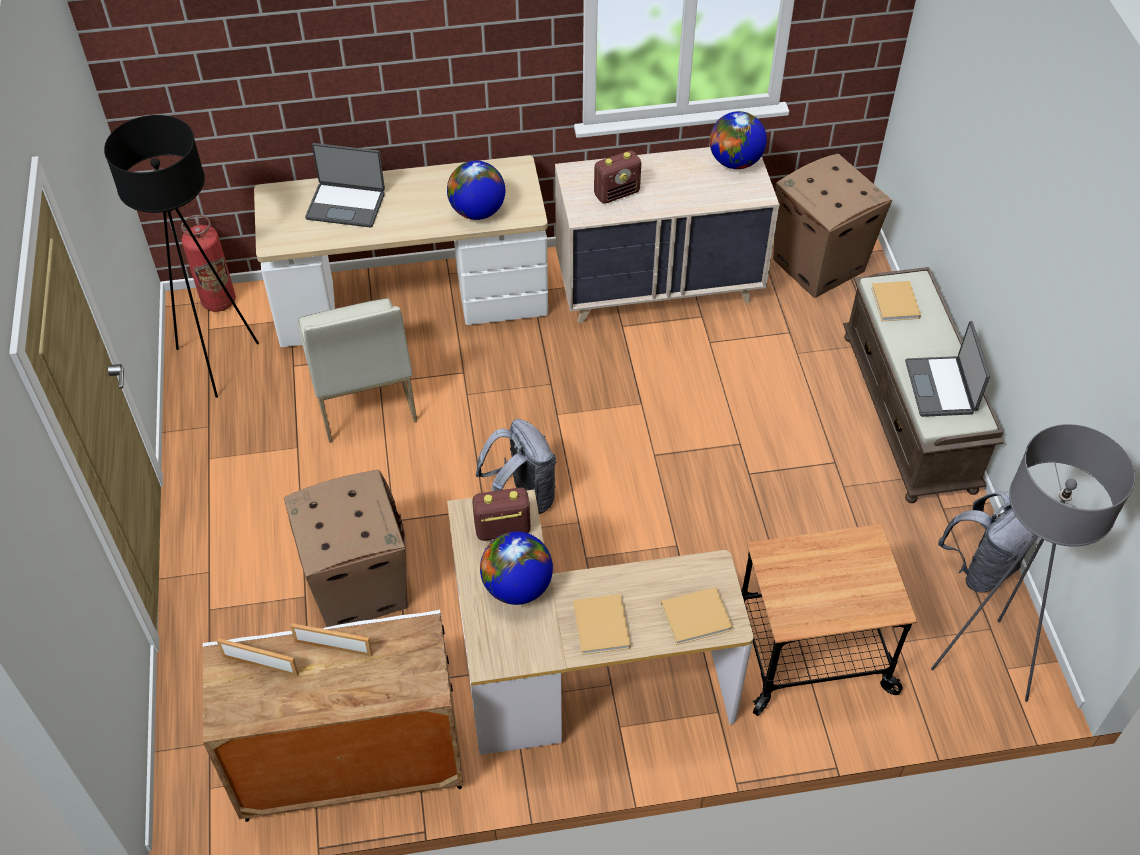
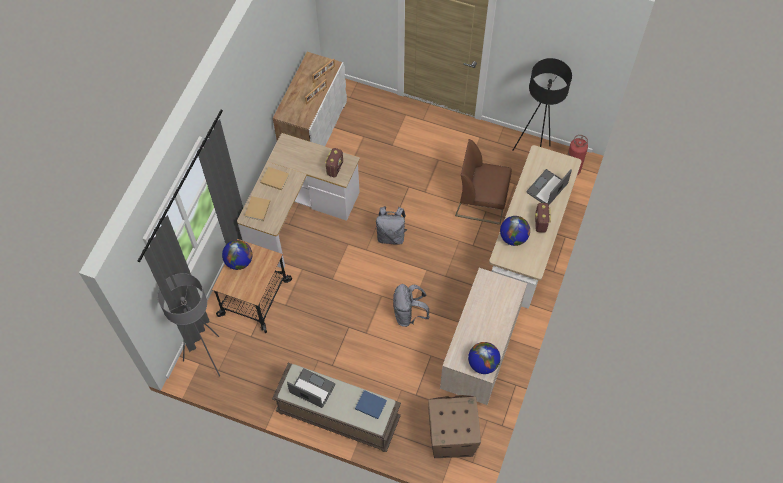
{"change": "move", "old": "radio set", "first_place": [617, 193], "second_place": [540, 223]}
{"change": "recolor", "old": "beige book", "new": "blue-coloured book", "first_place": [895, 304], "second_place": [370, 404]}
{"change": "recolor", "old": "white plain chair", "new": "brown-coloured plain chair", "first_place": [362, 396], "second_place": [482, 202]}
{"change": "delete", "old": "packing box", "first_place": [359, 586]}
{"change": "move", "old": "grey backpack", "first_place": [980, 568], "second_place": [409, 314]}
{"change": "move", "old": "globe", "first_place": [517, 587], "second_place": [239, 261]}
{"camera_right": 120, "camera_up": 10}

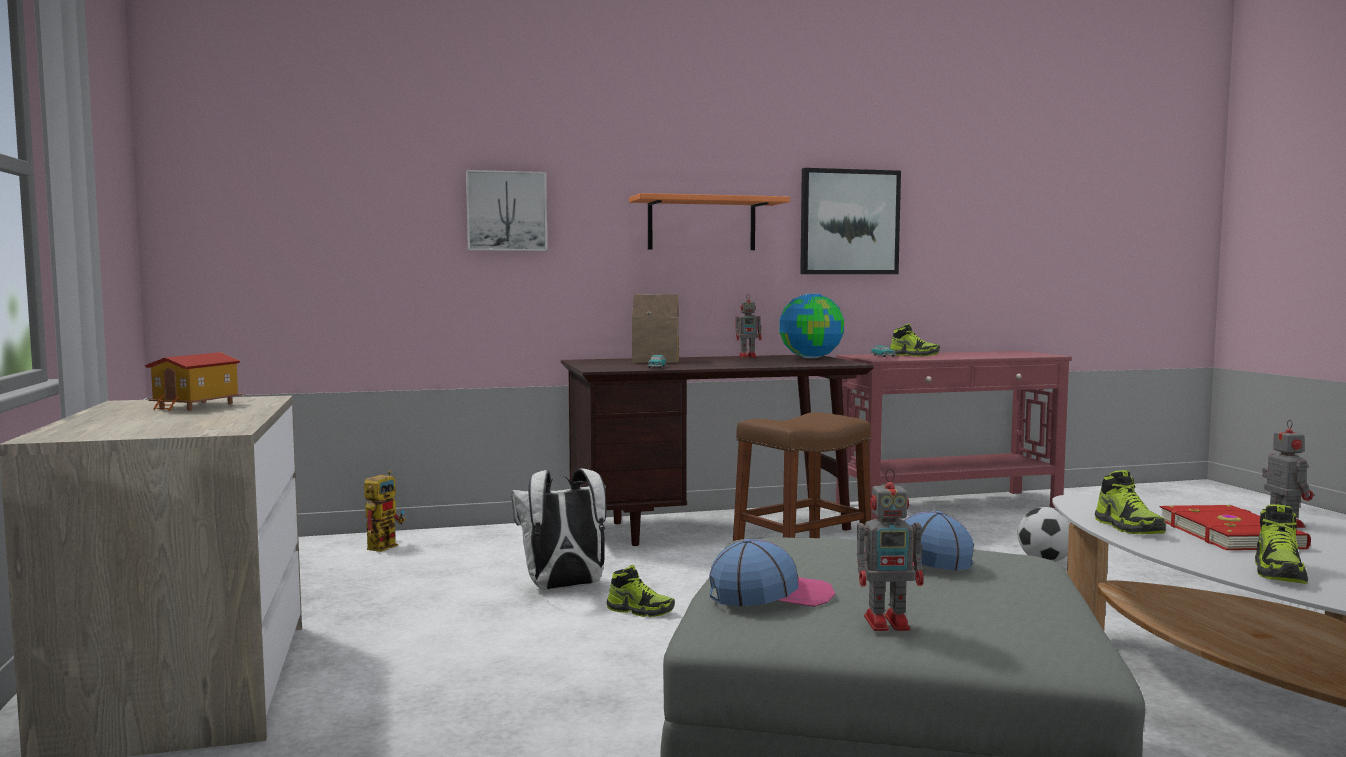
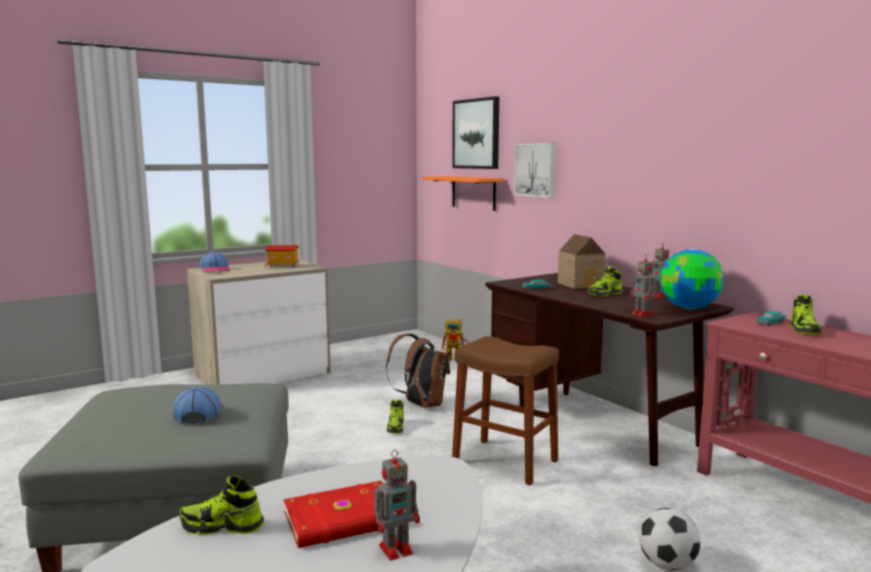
{"change": "move", "old": "wall art", "first_place": [849, 222], "second_place": [476, 134]}
{"change": "move", "old": "orange-coloured wall shelf", "first_place": [701, 224], "second_place": [473, 192]}
{"change": "recolor", "old": "white backpack", "new": "brown-coloured backpack", "first_place": [563, 588], "second_place": [421, 404]}
{"change": "move", "old": "model robot", "first_place": [889, 623], "second_place": [643, 314]}
{"change": "move", "old": "low shoe", "first_place": [1128, 527], "second_place": [604, 294]}
{"change": "move", "old": "peaked cap", "first_place": [770, 594], "second_place": [215, 270]}
{"camera_right": 70, "camera_up": 5}

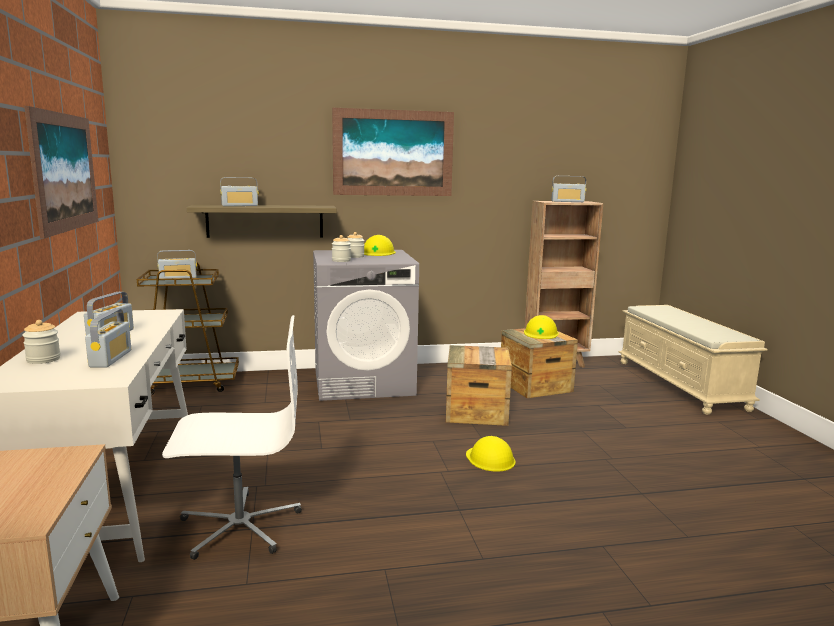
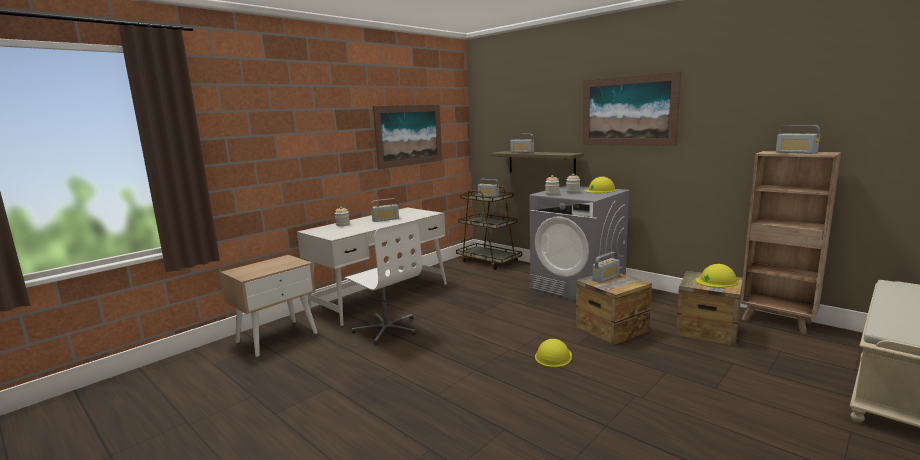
{"change": "move", "old": "radio set", "first_place": [111, 358], "second_place": [605, 278]}
{"camera_right": 55, "camera_up": 0}

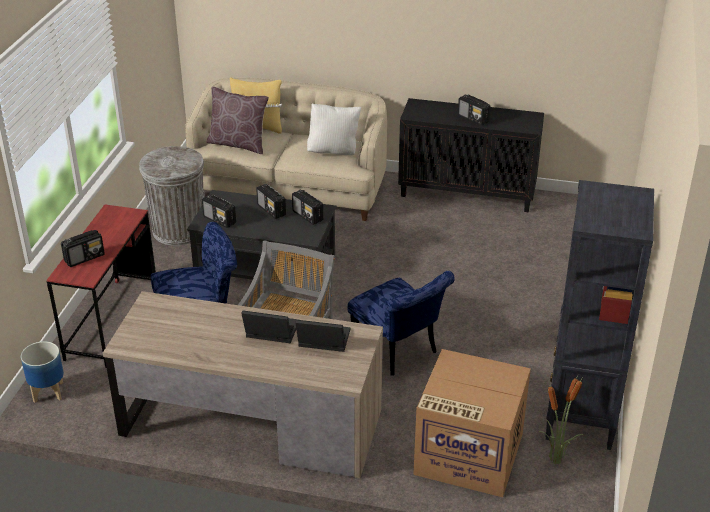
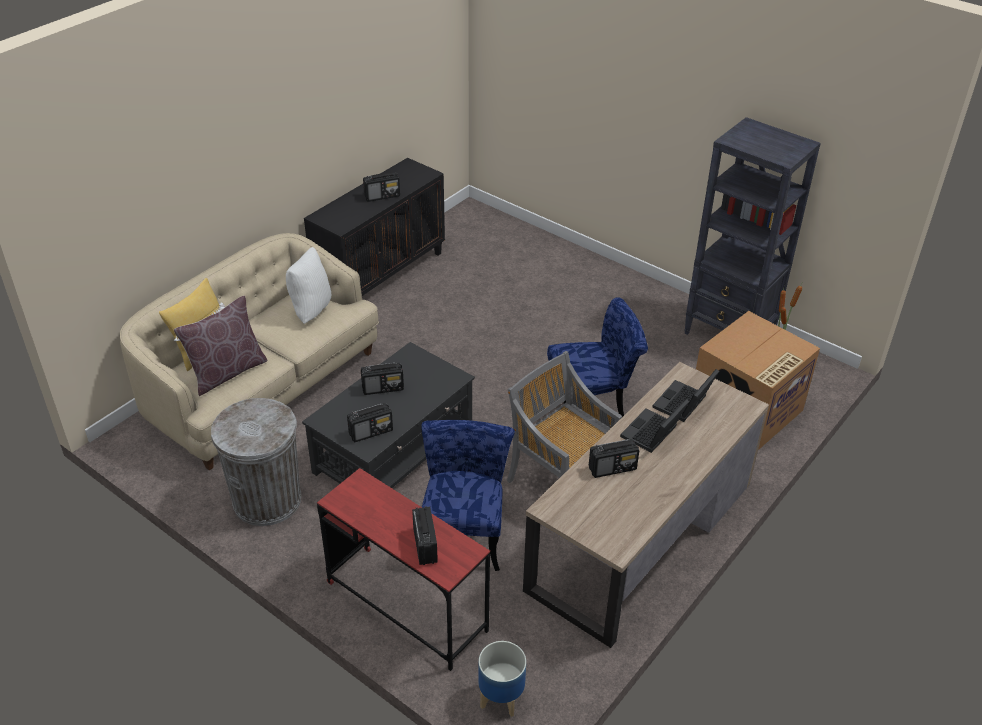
{"change": "move", "old": "radio set", "first_place": [308, 216], "second_place": [613, 468]}
{"camera_right": -65, "camera_up": 5}

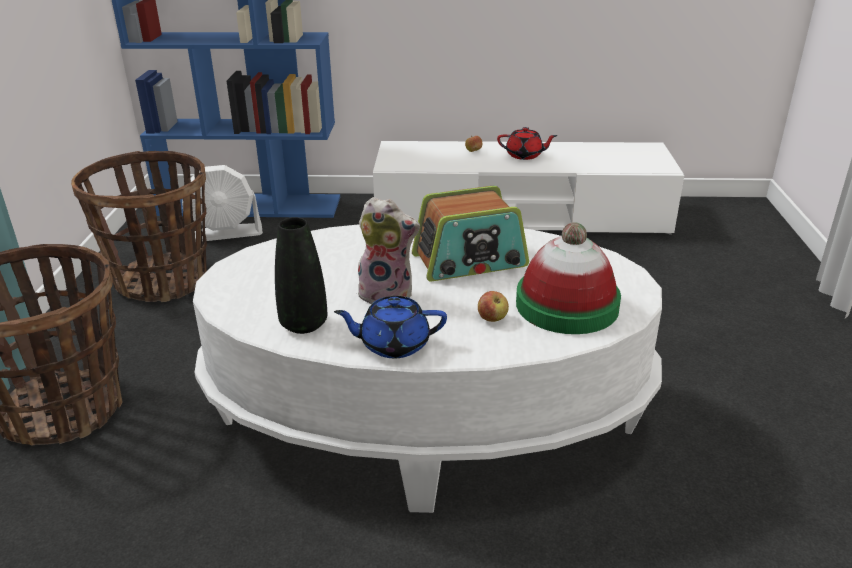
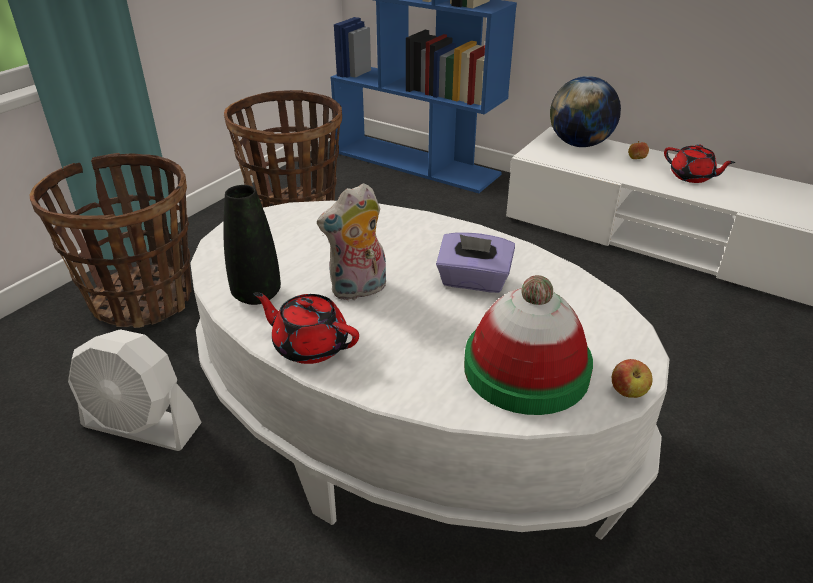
{"change": "move", "old": "white fan", "first_place": [225, 233], "second_place": [142, 426]}
{"change": "replace", "old": "radio set", "new": "purplish box of tissues", "first_place": [470, 261], "second_place": [473, 281]}
{"change": "rotate", "old": "cuddly toy", "first_place": [388, 294], "second_place": [359, 290], "degrees": 105}
{"change": "move", "old": "whole apple", "first_place": [492, 319], "second_place": [628, 392]}
{"change": "recolor", "old": "blue-coloured pot for tea", "new": "red pot for tea", "first_place": [393, 344], "second_place": [309, 345]}
{"change": "insert", "new": "globe", "second_place": [580, 144]}
{"camera_right": 30, "camera_up": 5}

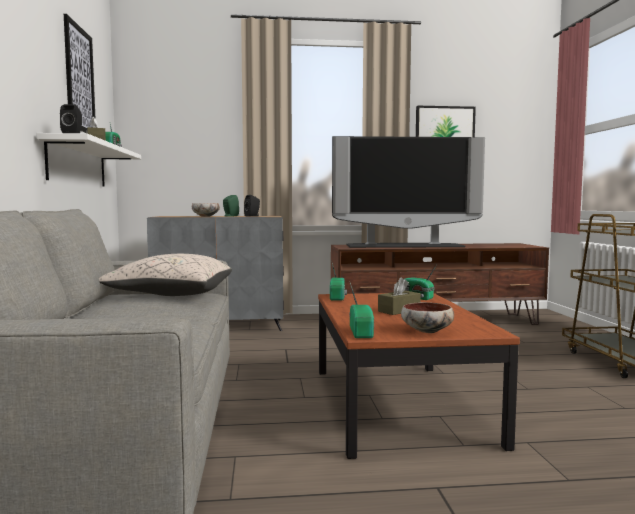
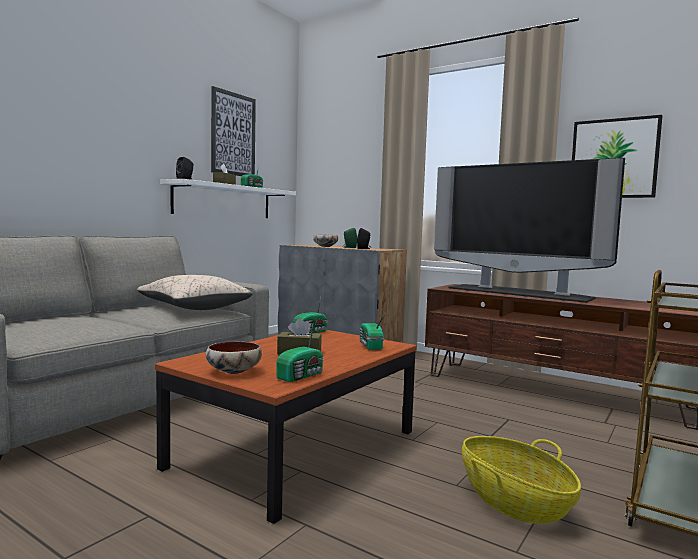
{"change": "move", "old": "radio set", "first_place": [362, 332], "second_place": [302, 376]}
{"change": "insert", "new": "storage basket", "second_place": [513, 501]}
{"camera_right": 40, "camera_up": 0}

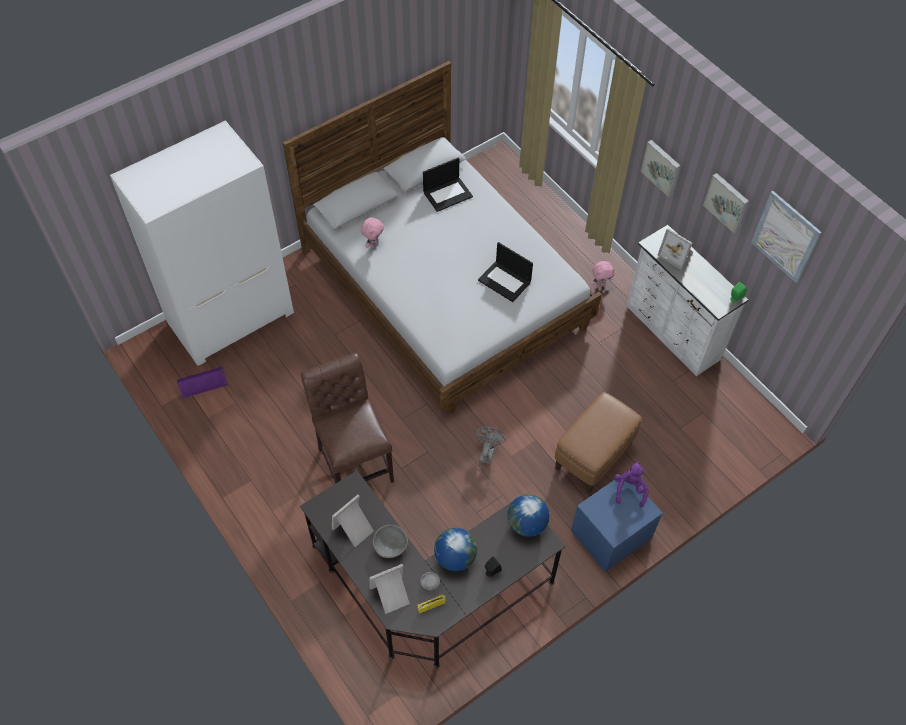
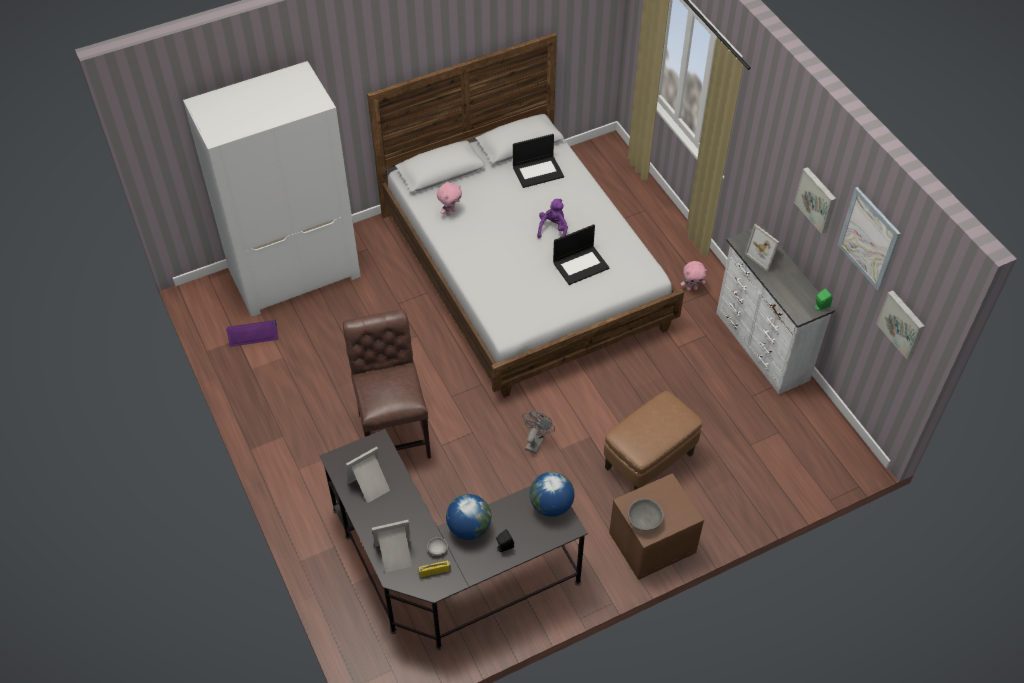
{"change": "move", "old": "wall art", "first_place": [662, 167], "second_place": [902, 323]}
{"change": "rotate", "old": "notebook computer", "first_place": [505, 281], "second_place": [581, 265], "degrees": -75}
{"change": "move", "old": "purplish cuddly toy", "first_place": [629, 489], "second_place": [553, 229]}
{"change": "recolor", "old": "blue-coloured nightstand", "new": "brown-coloured nightstand", "first_place": [611, 536], "second_place": [652, 544]}
{"change": "move", "old": "grey bowl", "first_place": [390, 546], "second_place": [644, 521]}
{"camera_right": 10, "camera_up": -5}

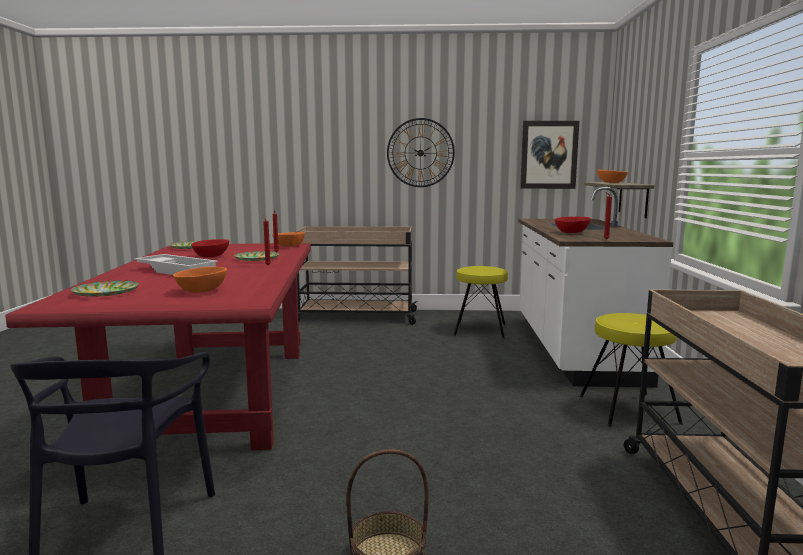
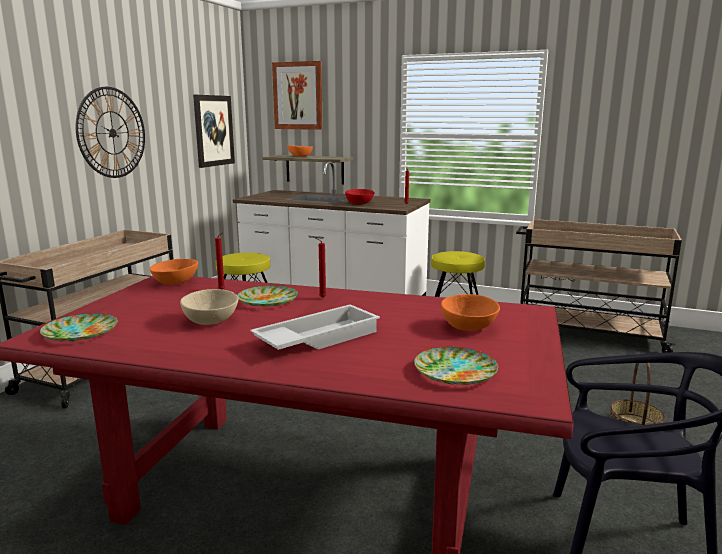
{"change": "recolor", "old": "red bowl", "new": "beige bowl", "first_place": [211, 256], "second_place": [210, 320]}
{"change": "insert", "new": "wall art", "second_place": [298, 96]}
{"camera_right": -70, "camera_up": 5}

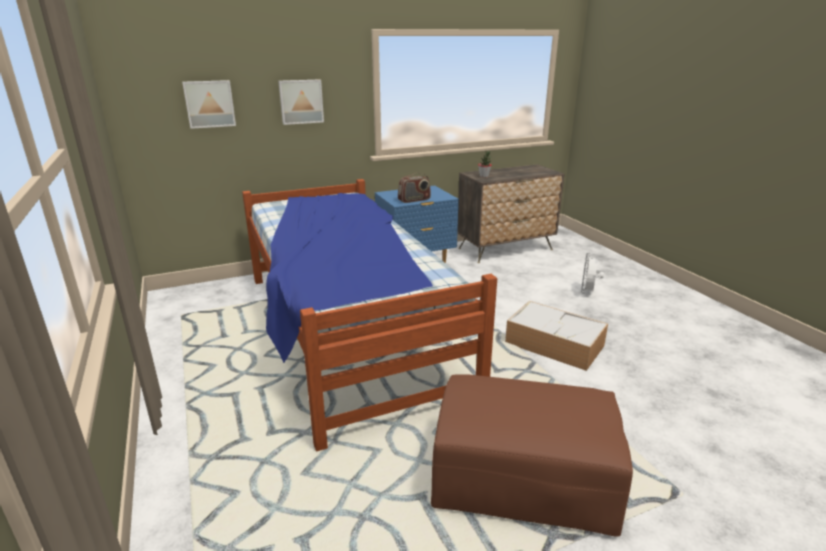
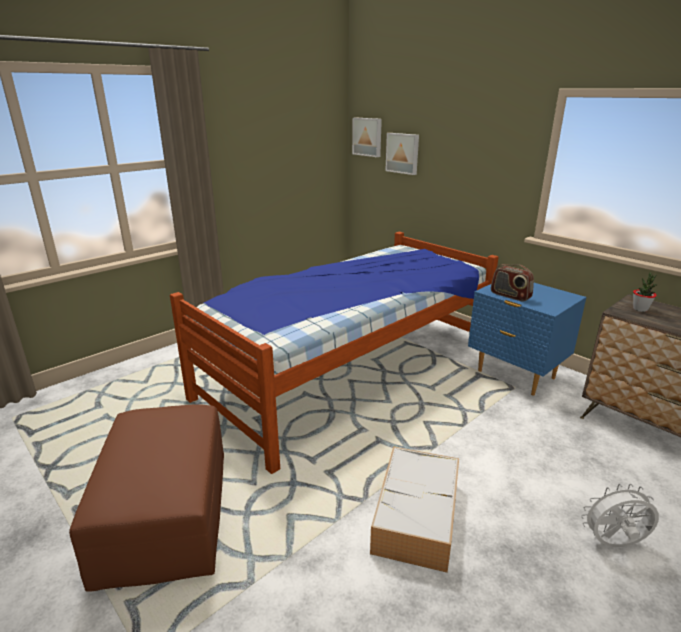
{"change": "move", "old": "wall art", "first_place": [301, 101], "second_place": [367, 137]}
{"camera_right": 70, "camera_up": 0}

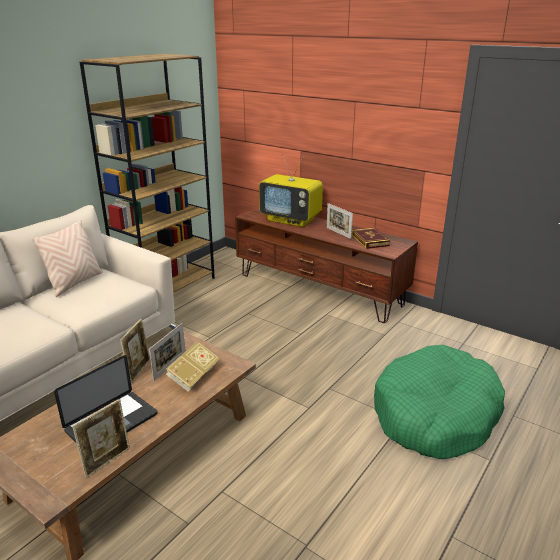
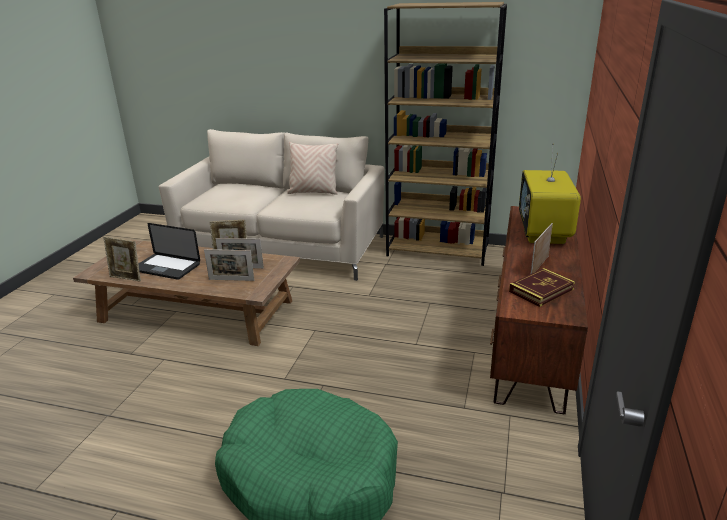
{"change": "replace", "old": "book", "new": "picture frame", "first_place": [193, 376], "second_place": [231, 280]}
{"camera_right": 70, "camera_up": 0}

